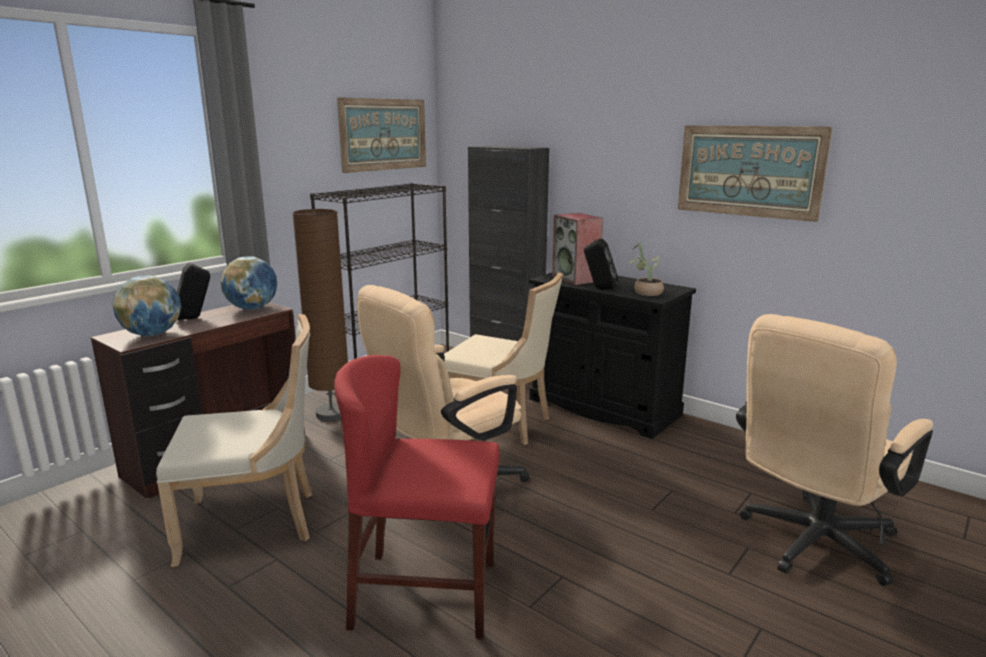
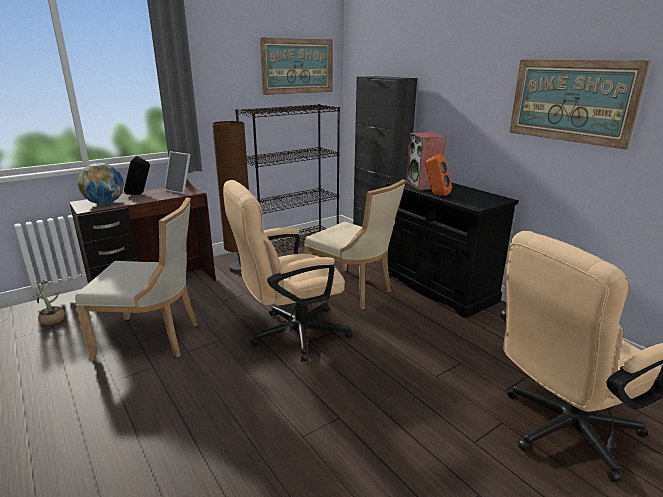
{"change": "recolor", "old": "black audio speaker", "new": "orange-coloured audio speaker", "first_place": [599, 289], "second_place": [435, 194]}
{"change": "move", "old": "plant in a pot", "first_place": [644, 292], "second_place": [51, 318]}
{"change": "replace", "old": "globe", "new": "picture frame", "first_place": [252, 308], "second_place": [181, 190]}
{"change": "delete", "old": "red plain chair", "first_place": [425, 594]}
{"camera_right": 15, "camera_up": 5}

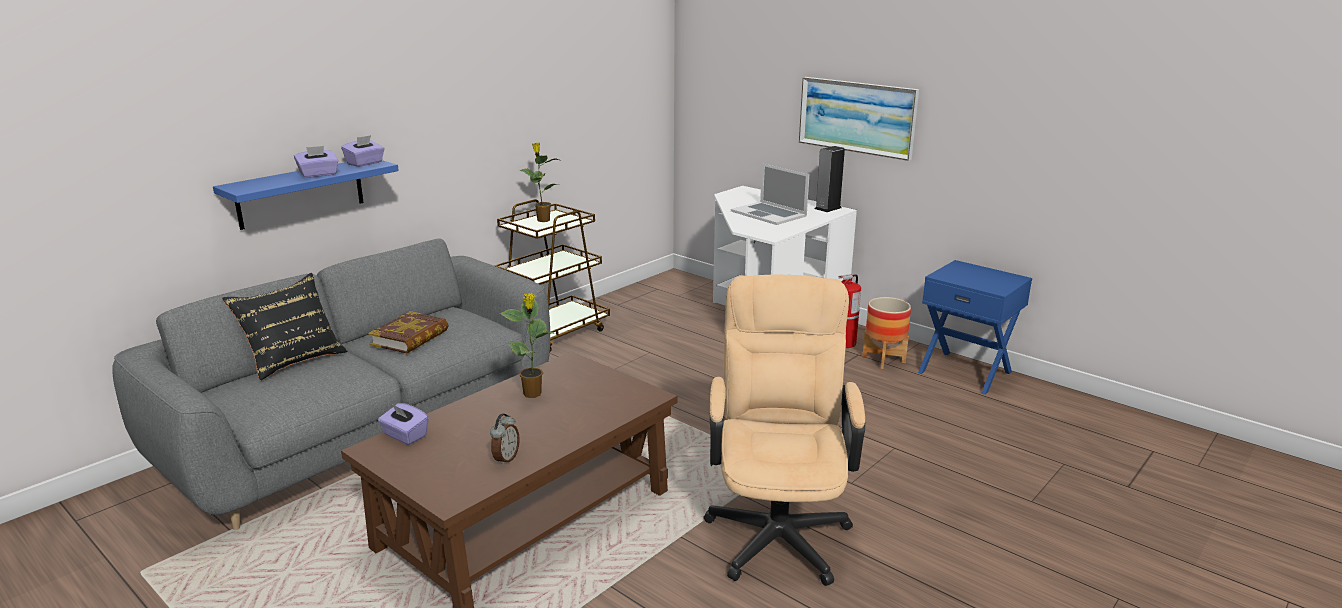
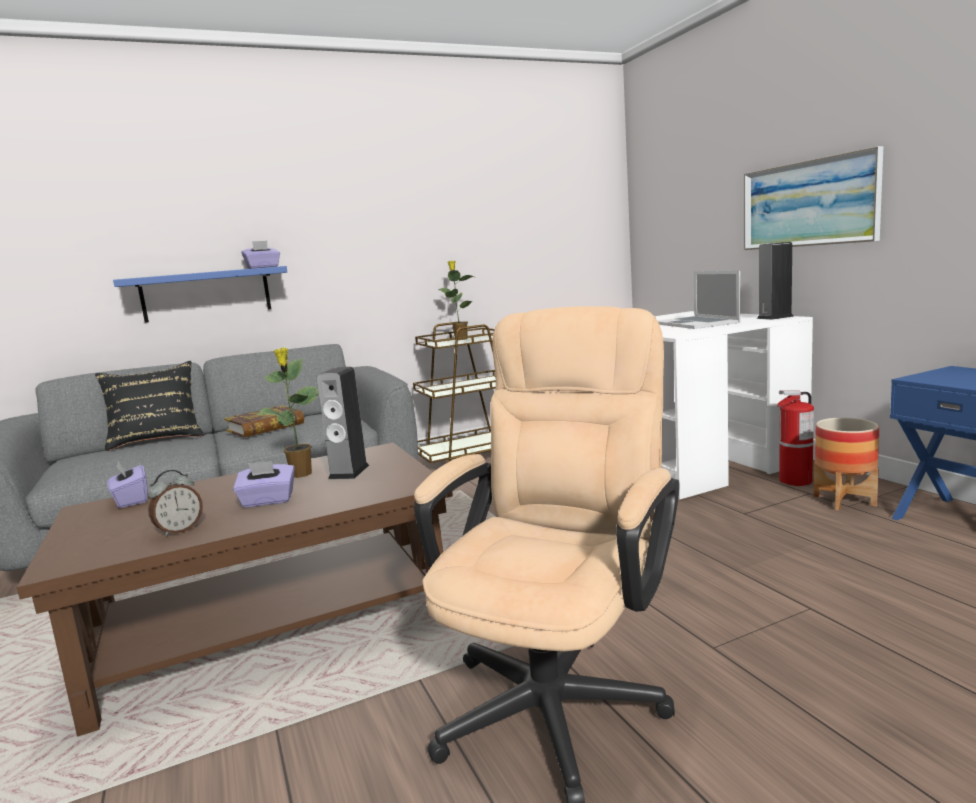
{"change": "move", "old": "purplish box of tissues", "first_place": [318, 174], "second_place": [268, 501]}
{"change": "insert", "new": "audio speaker", "second_place": [349, 472]}
{"camera_right": 25, "camera_up": -10}

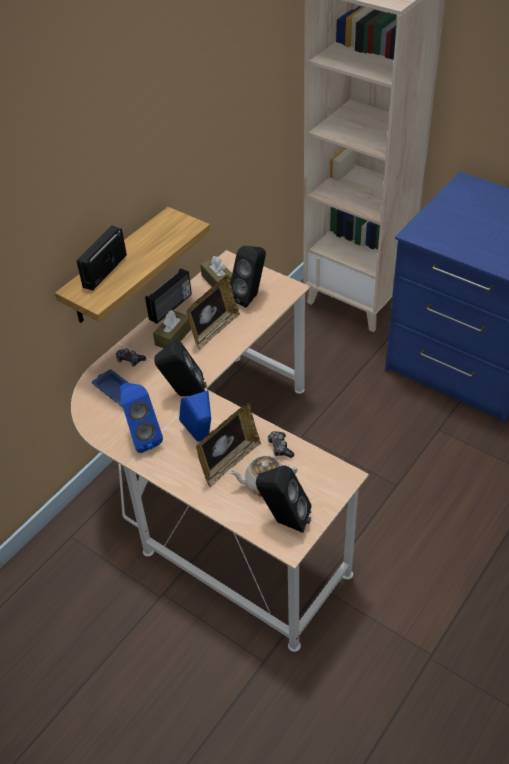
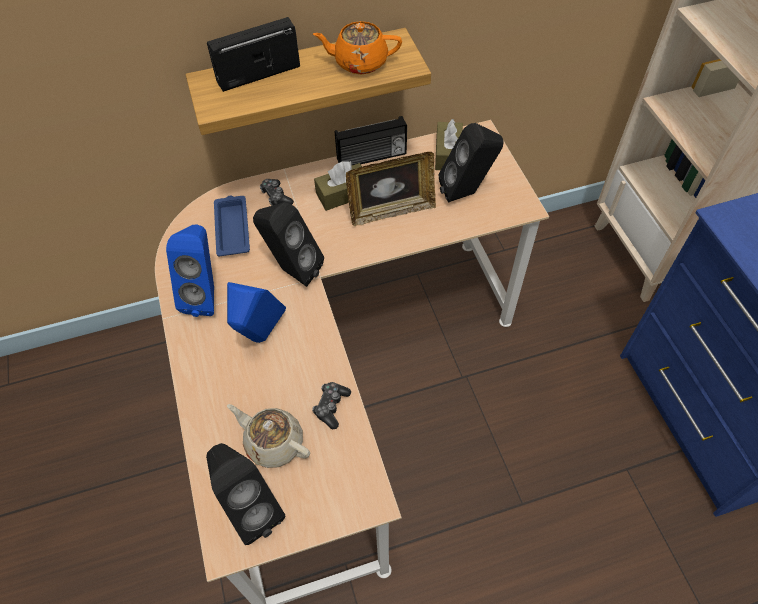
{"change": "delete", "old": "picture frame", "first_place": [229, 462]}
{"change": "insert", "new": "orange-coloured pot for tea", "second_place": [359, 62]}
{"camera_right": 35, "camera_up": 10}

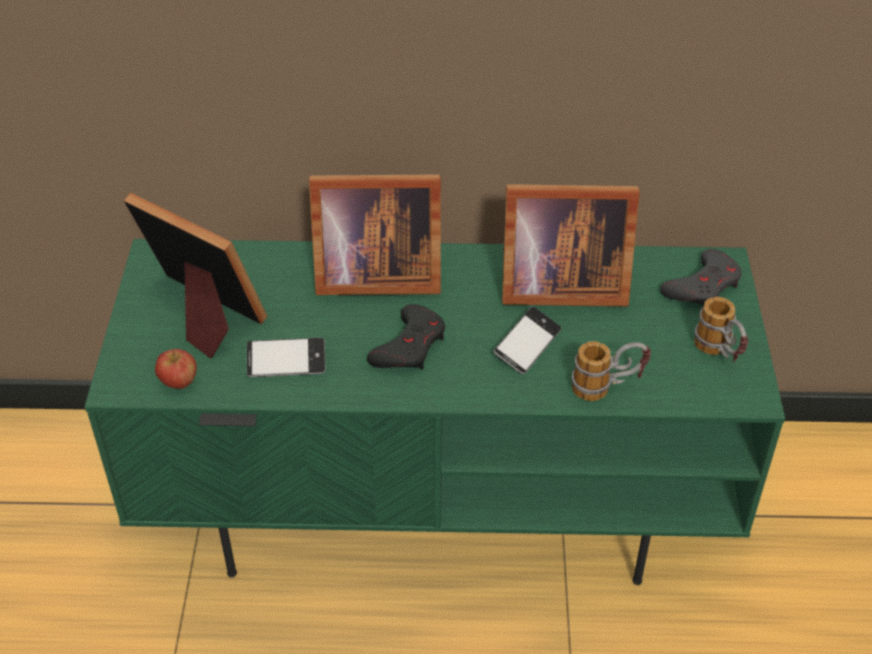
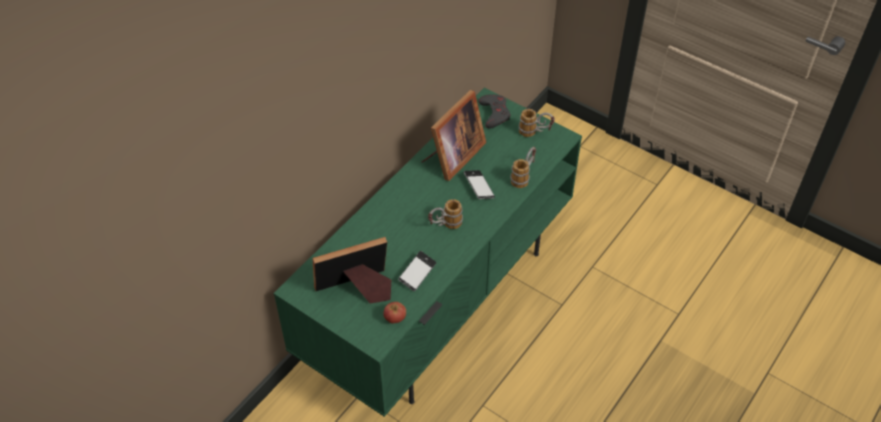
{"change": "delete", "old": "picture frame", "first_place": [373, 275]}
{"change": "replace", "old": "black game controller", "new": "mug", "first_place": [409, 346], "second_place": [445, 225]}
{"camera_right": -55, "camera_up": 5}

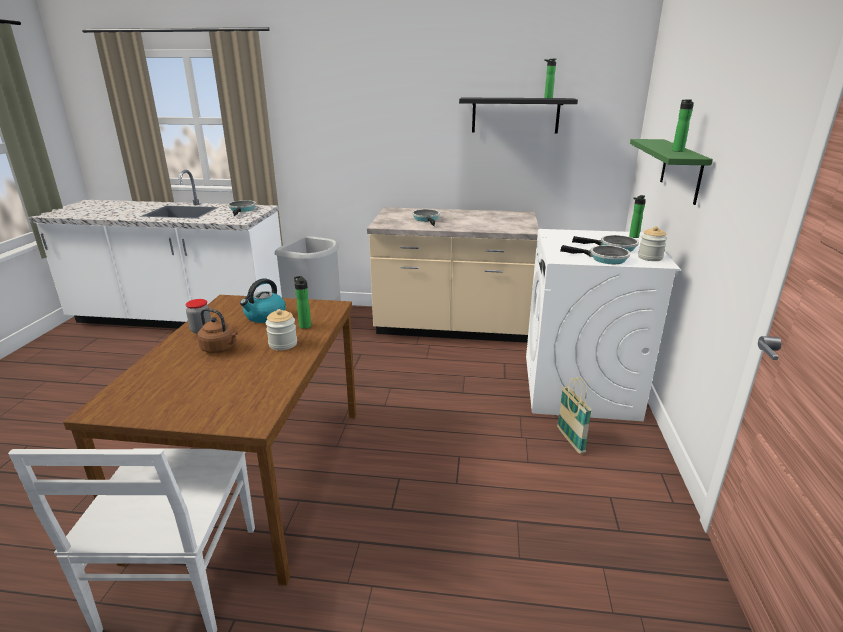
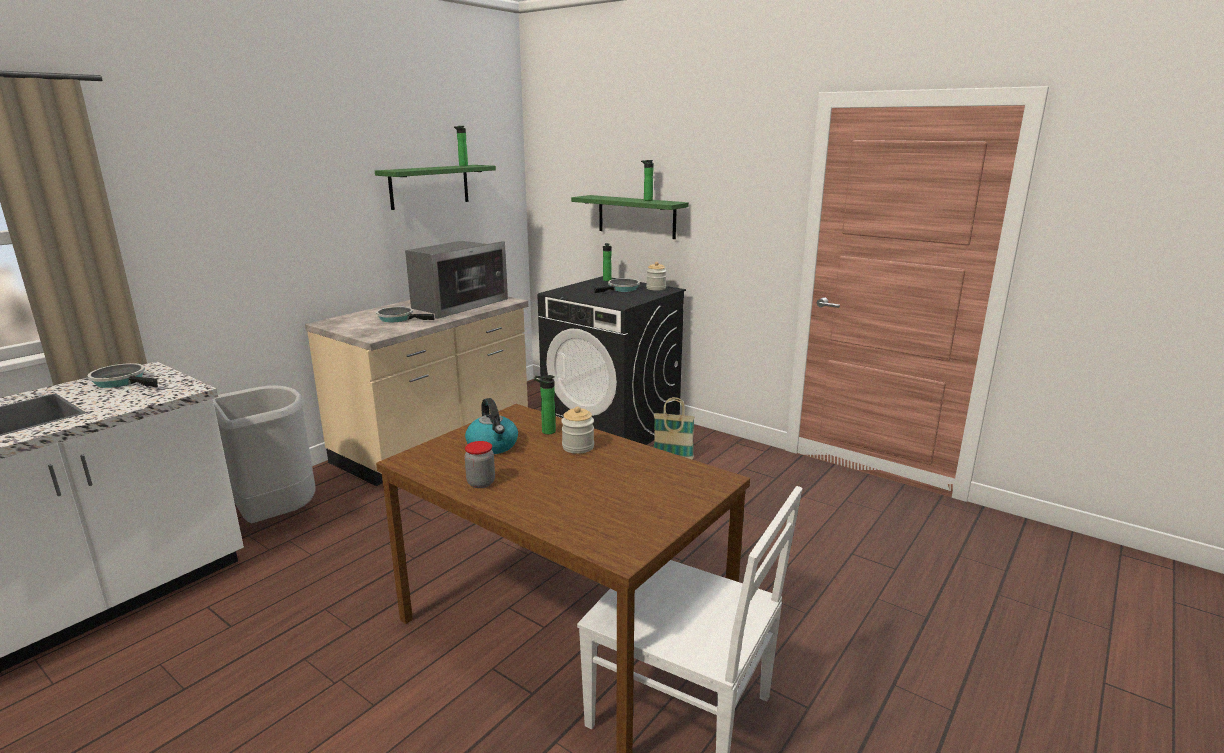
{"change": "recolor", "old": "black wall shelf", "new": "green-coloured wall shelf", "first_place": [515, 115], "second_place": [429, 186]}
{"change": "recolor", "old": "white laundry appliance", "new": "black laundry appliance", "first_place": [579, 387], "second_place": [612, 428]}
{"change": "delete", "old": "skillet", "first_place": [604, 259]}
{"change": "delete", "old": "brown-coloured water kettle", "first_place": [221, 349]}
{"change": "insert", "new": "microwave", "second_place": [457, 304]}
{"camera_right": -60, "camera_up": -5}

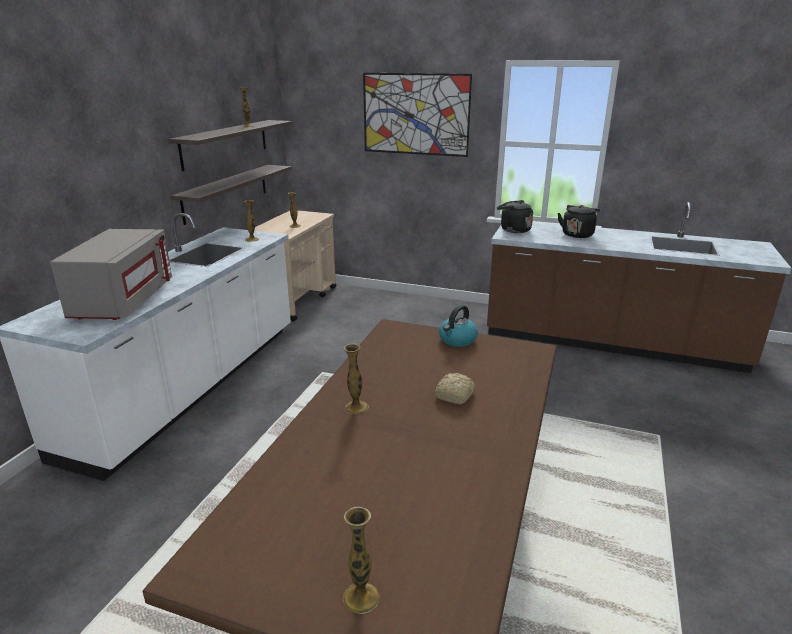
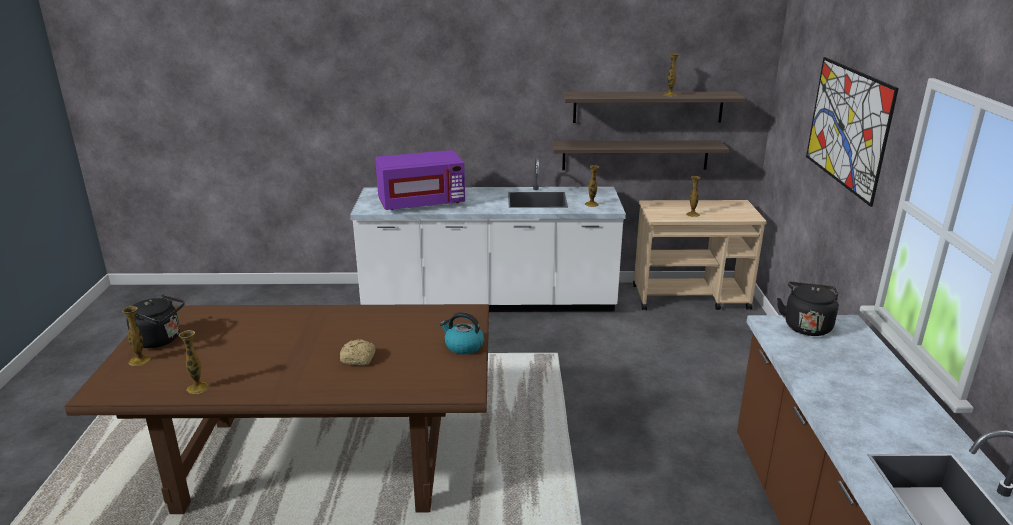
{"change": "move", "old": "black water kettle", "first_place": [577, 234], "second_place": [160, 340]}
{"change": "recolor", "old": "grey microwave", "new": "purplish microwave", "first_place": [123, 301], "second_place": [421, 203]}
{"change": "move", "old": "vase", "first_place": [356, 407], "second_place": [198, 388]}
{"camera_right": 70, "camera_up": 0}

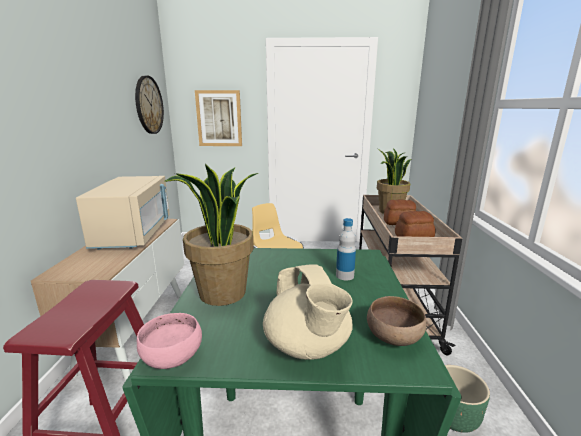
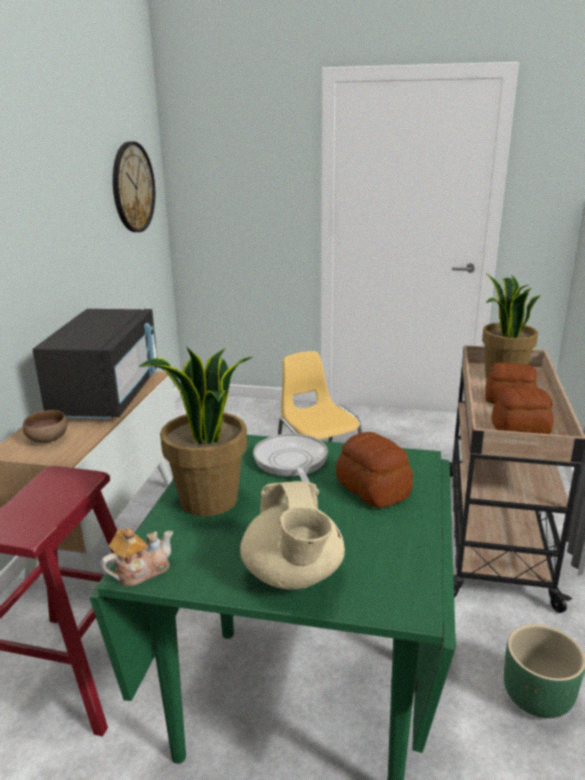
{"change": "delete", "old": "wall art", "first_place": [219, 118]}
{"change": "recolor", "old": "beige microwave", "new": "black microwave", "first_place": [134, 234], "second_place": [108, 396]}
{"change": "replace", "old": "bottle", "new": "bakery bread", "first_place": [344, 276], "second_place": [373, 488]}
{"change": "move", "old": "brown-coloured bowl", "first_place": [394, 338], "second_place": [47, 440]}
{"change": "replace", "old": "pink bowl", "new": "pot for tea", "first_place": [171, 357], "second_place": [140, 571]}
{"change": "insert", "new": "skillet", "second_place": [291, 463]}
{"camera_right": 10, "camera_up": 5}

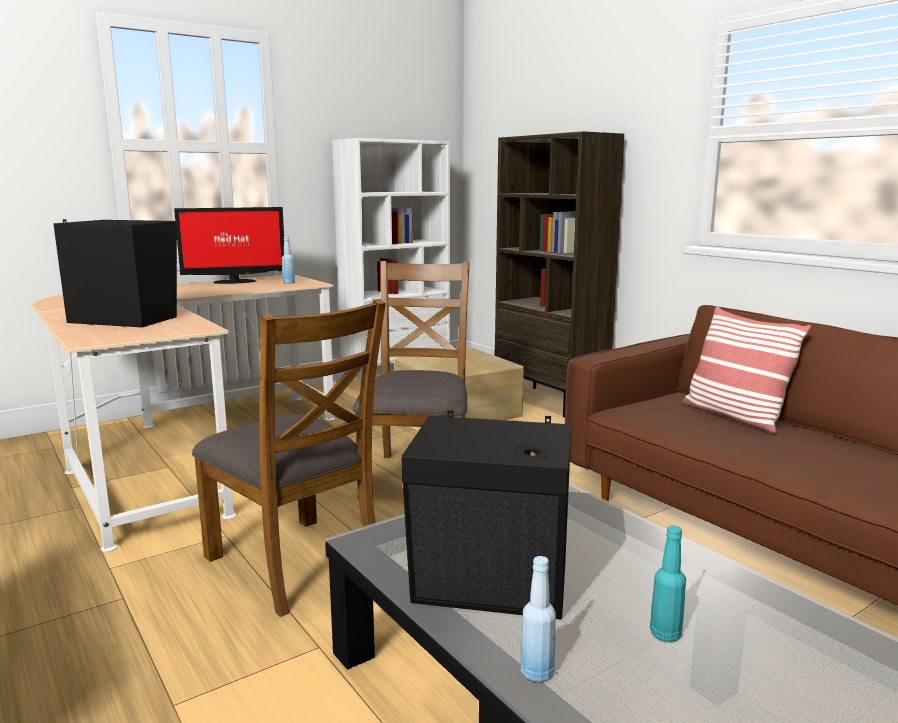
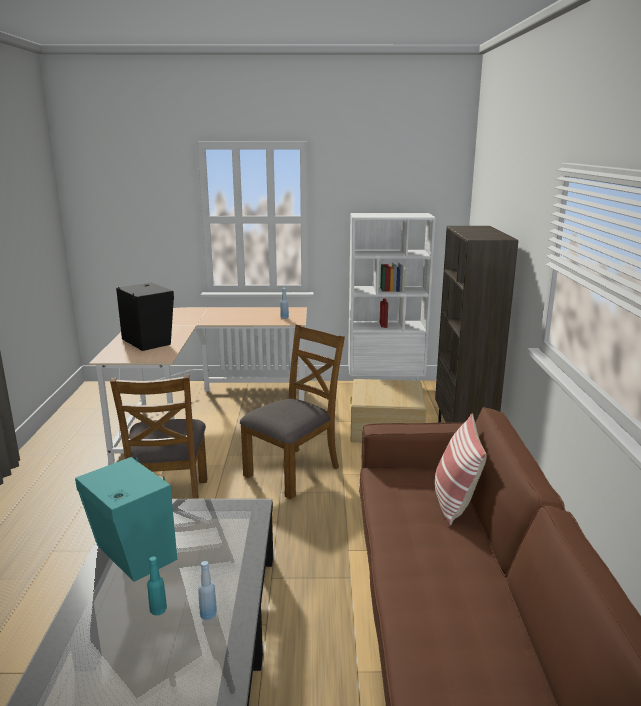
{"change": "delete", "old": "monitor", "first_place": [233, 281]}
{"change": "recolor", "old": "black audio speaker", "new": "turquoise-coloured audio speaker", "first_place": [492, 591], "second_place": [133, 555]}
{"change": "move", "old": "blue-coloured bottle", "first_place": [537, 673], "second_place": [208, 615]}
{"camera_right": 35, "camera_up": 5}

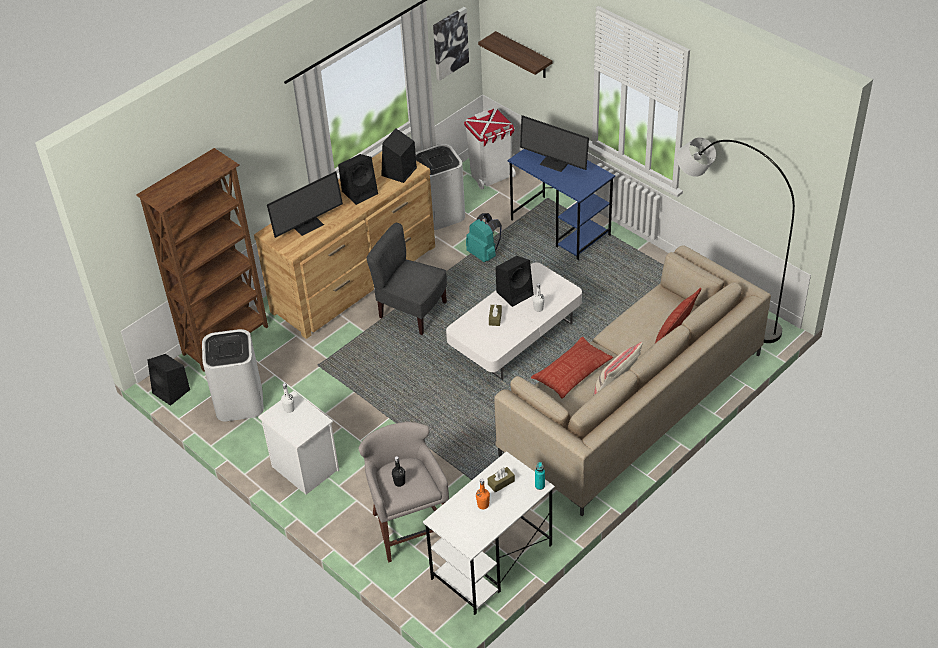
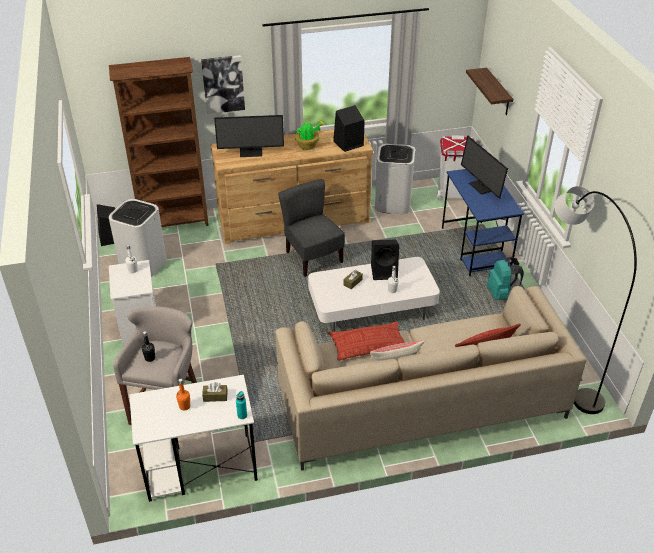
{"change": "move", "old": "wall art", "first_place": [449, 43], "second_place": [223, 84]}
{"change": "replace", "old": "black audio speaker", "new": "plant in a pot", "first_place": [360, 192], "second_place": [308, 146]}
{"change": "move", "old": "turquoise-coloured backpack", "first_place": [484, 254], "second_place": [501, 294]}
{"camera_right": 30, "camera_up": -5}

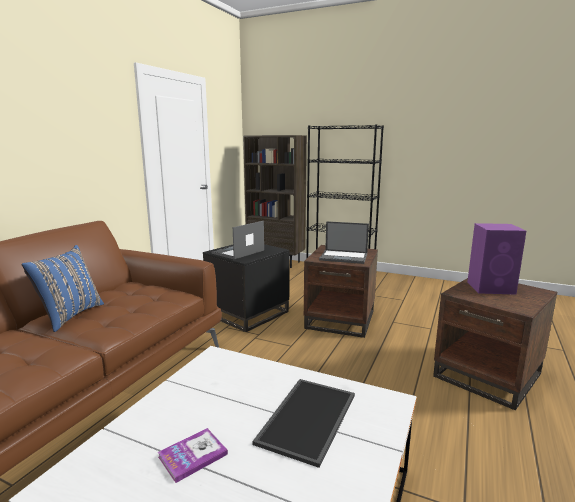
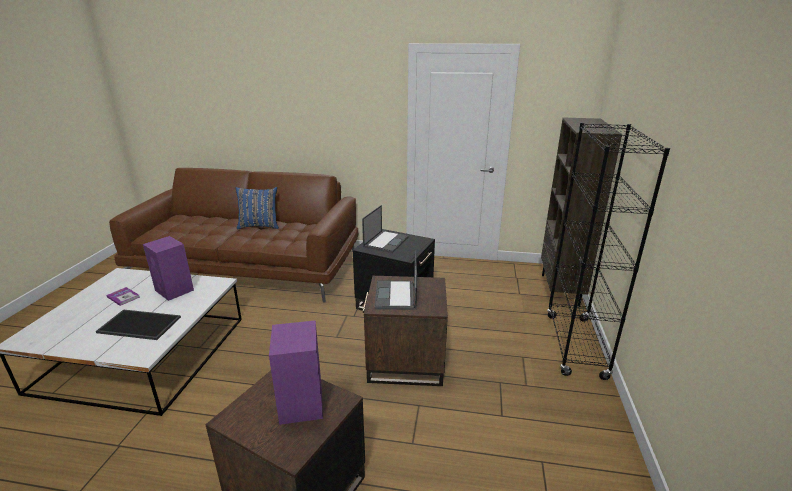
{"change": "rotate", "old": "notebook computer", "first_place": [238, 252], "second_place": [386, 241], "degrees": 90}
{"change": "insert", "new": "purplish audio speaker", "second_place": [175, 290]}
{"camera_right": 75, "camera_up": 10}

